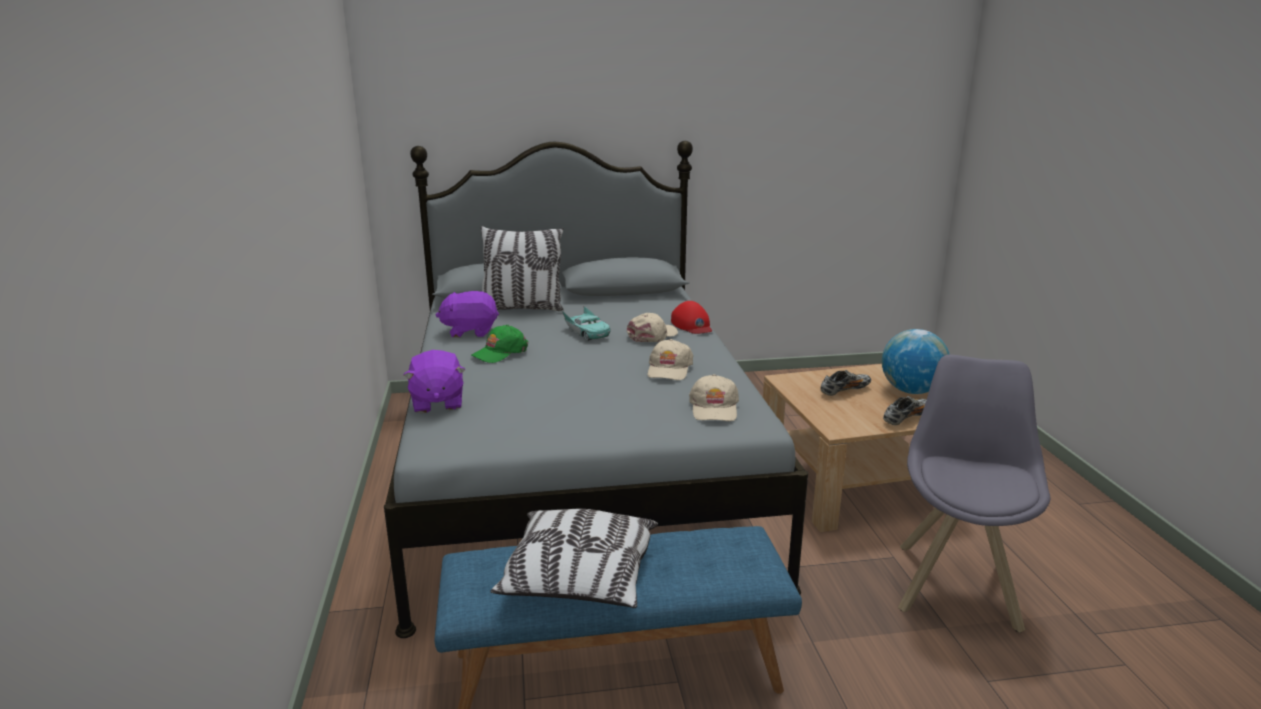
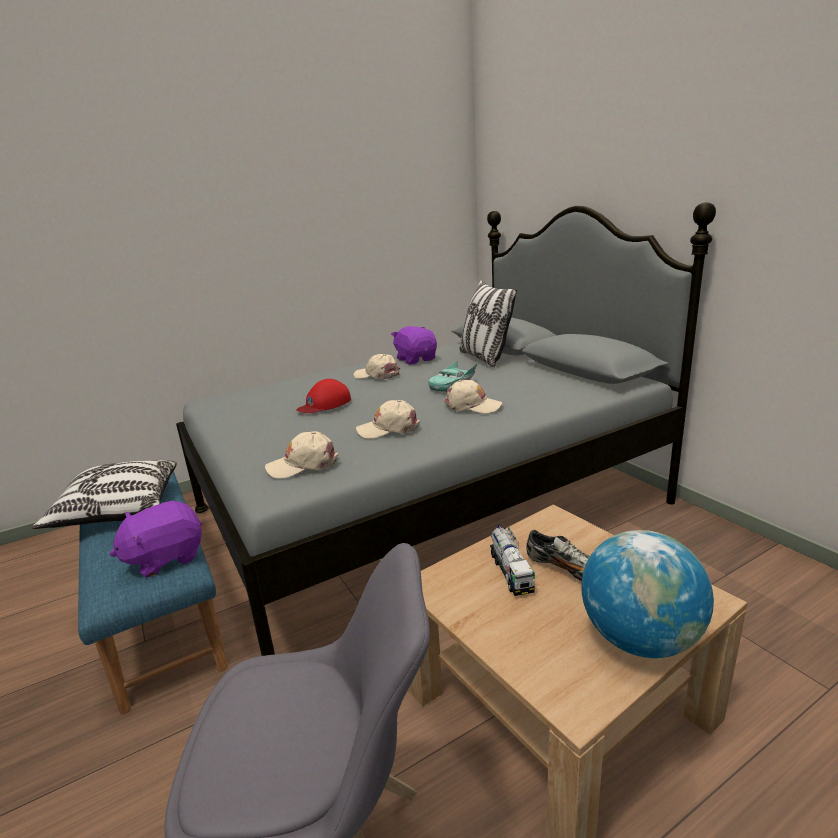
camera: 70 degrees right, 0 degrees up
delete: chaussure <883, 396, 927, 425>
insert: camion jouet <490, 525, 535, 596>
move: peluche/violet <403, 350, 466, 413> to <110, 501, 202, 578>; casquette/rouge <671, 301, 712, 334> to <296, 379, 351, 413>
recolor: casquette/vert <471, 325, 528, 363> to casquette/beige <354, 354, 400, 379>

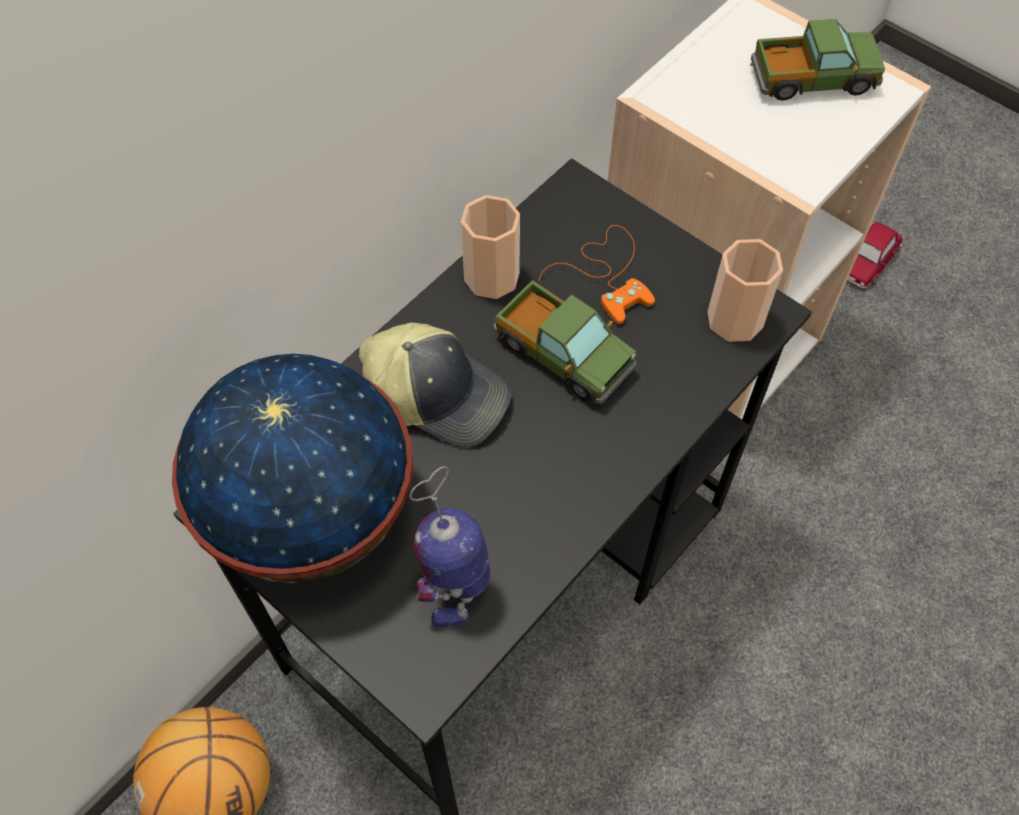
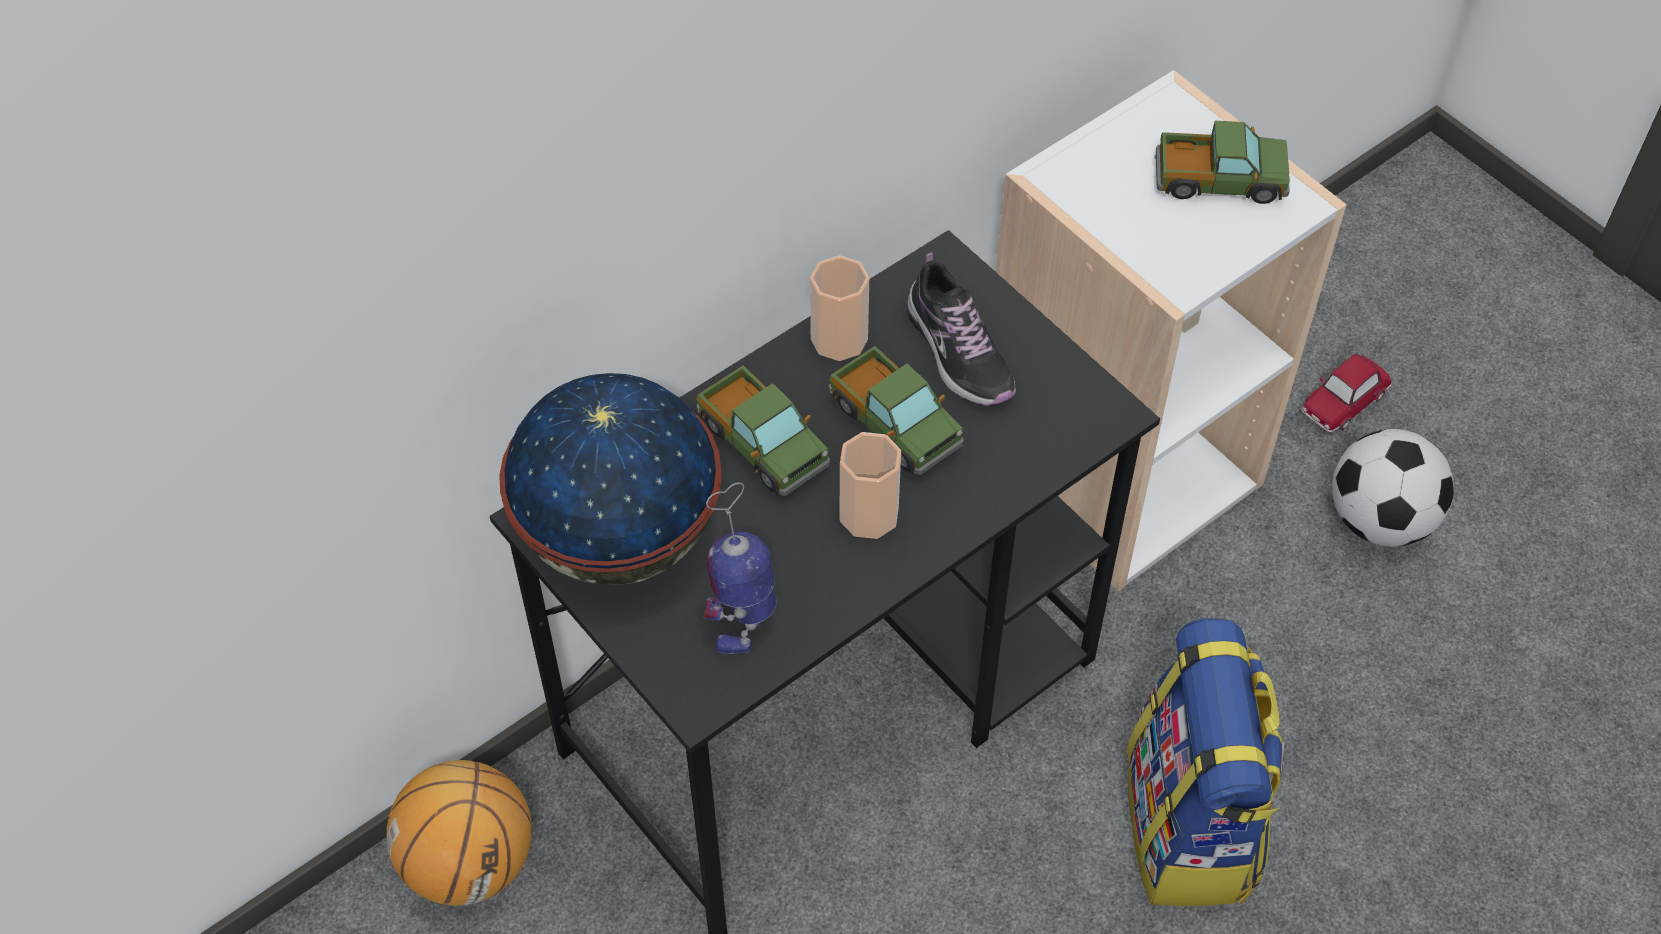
camera: 10 degrees right, 5 degrees down
insert: sac à dos <1127, 618, 1285, 906>; ballon de foot <1332, 429, 1454, 547>
move: tasse <708, 239, 783, 342> to <839, 432, 901, 539>
replace: casquette <359, 322, 511, 447> to camion jouet <696, 365, 830, 496>; manette/orange <539, 225, 655, 324> to chaussure <907, 253, 1016, 406>

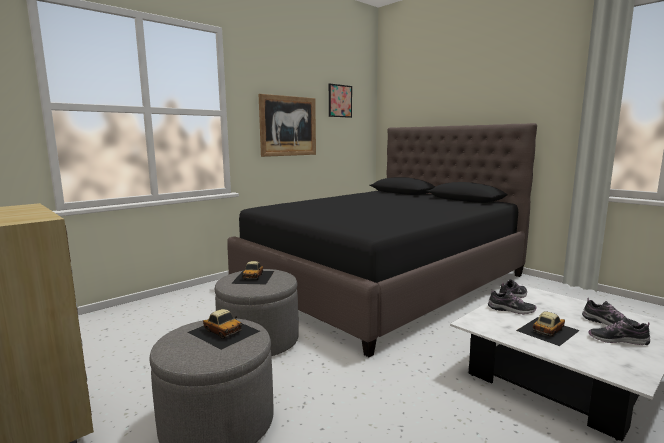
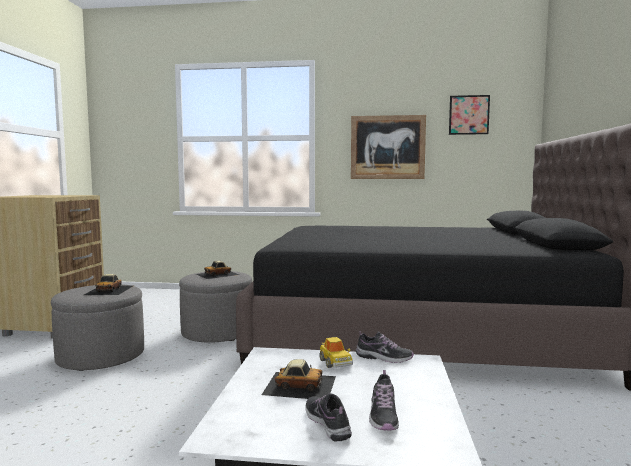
camera: 50 degrees right, 5 degrees down
replace: chaussure <488, 290, 536, 314> to petite voiture <319, 337, 353, 368>

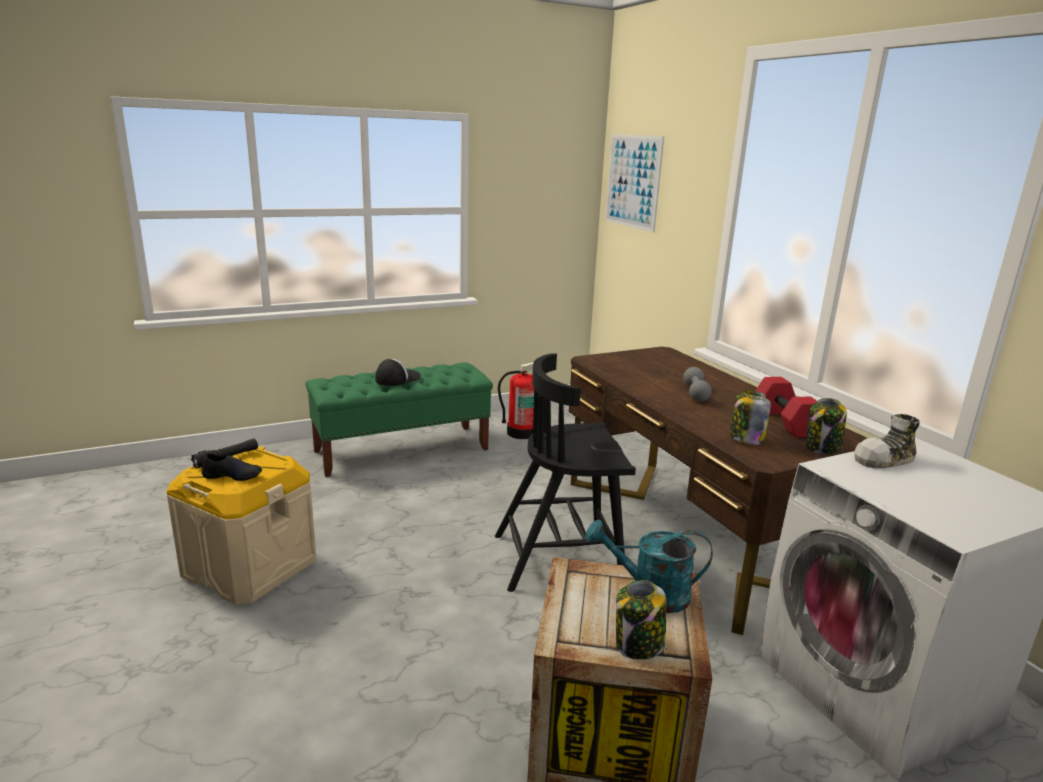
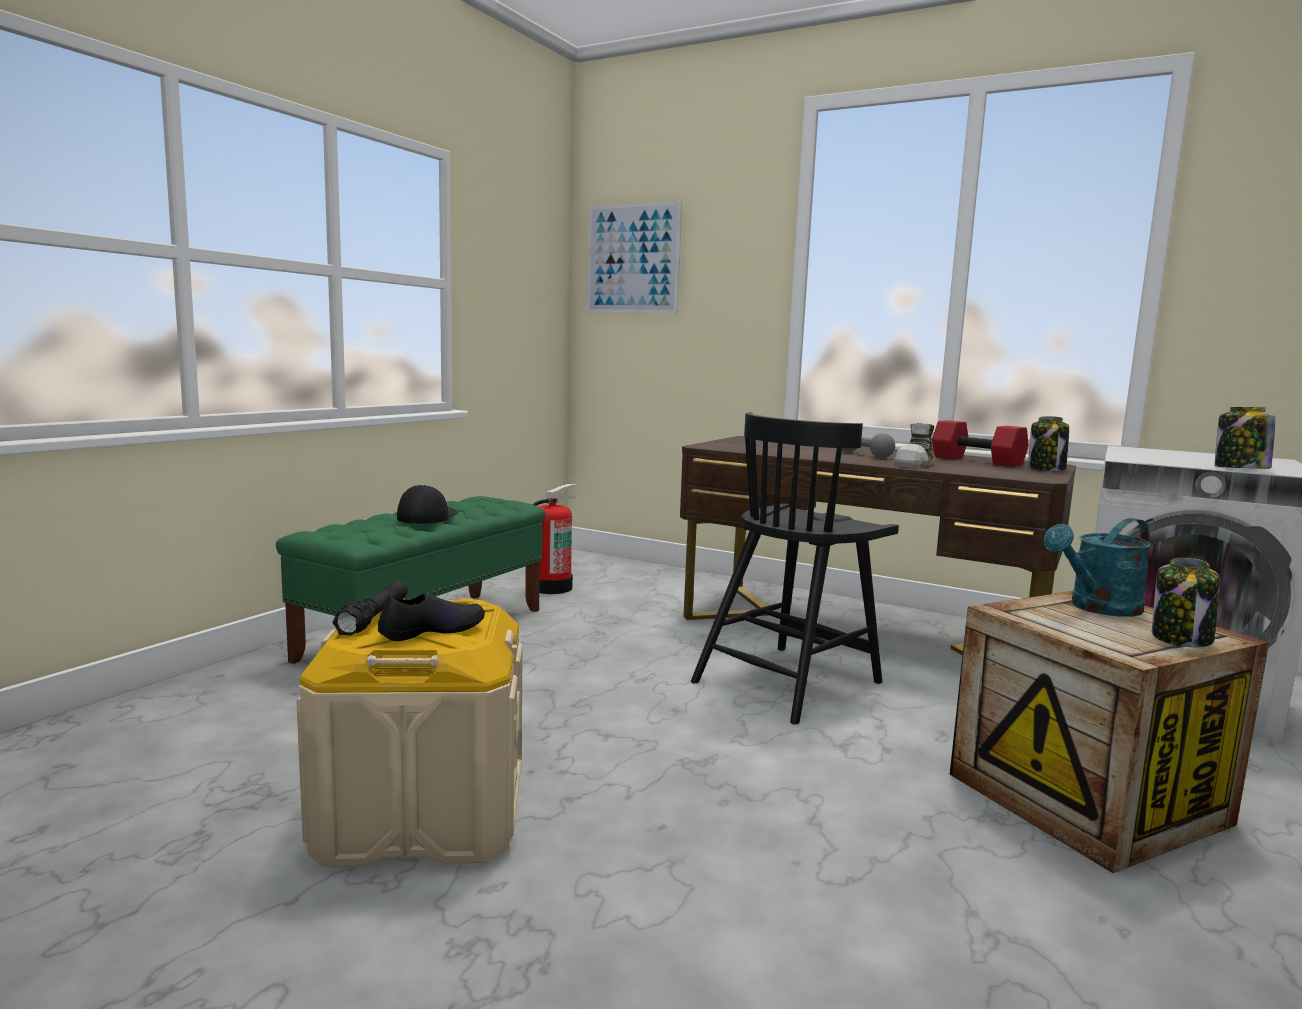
camera: 35 degrees left, 10 degrees down
move: chaussure <854, 414, 920, 468> to <895, 423, 935, 468>; bocal <729, 390, 771, 445> to <1215, 407, 1275, 469>

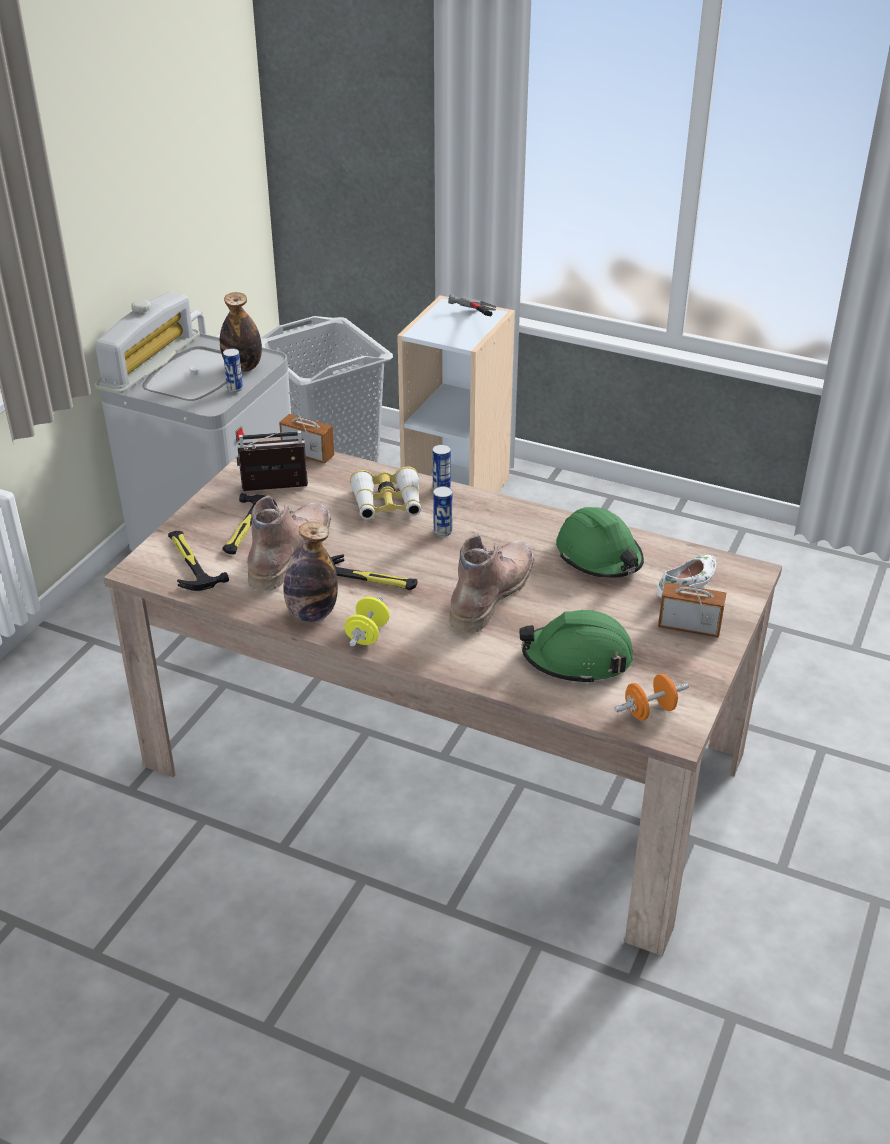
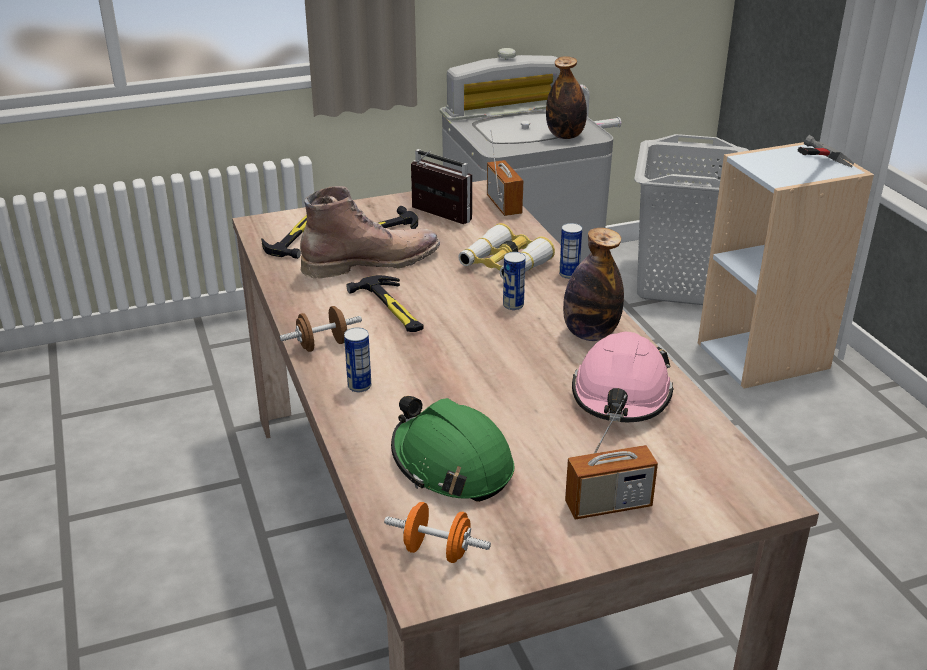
camera: 45 degrees right, 5 degrees down
delete: botte/marron <449, 534, 534, 633>; chaussure/blanc <657, 555, 716, 598>
move: boîte métallique <223, 348, 243, 392> to <344, 327, 371, 392>; bouteille <283, 522, 338, 622> to <563, 228, 624, 341>
recolor: haltère/jaune <344, 596, 390, 647> to haltère/marron <280, 306, 362, 352>; casque de chantier/vert <556, 507, 644, 578> to casque de chantier/rose <572, 331, 674, 422>
rotate: radio <658, 561, 726, 637> = <565, 394, 658, 520> 105 degrees clockwise

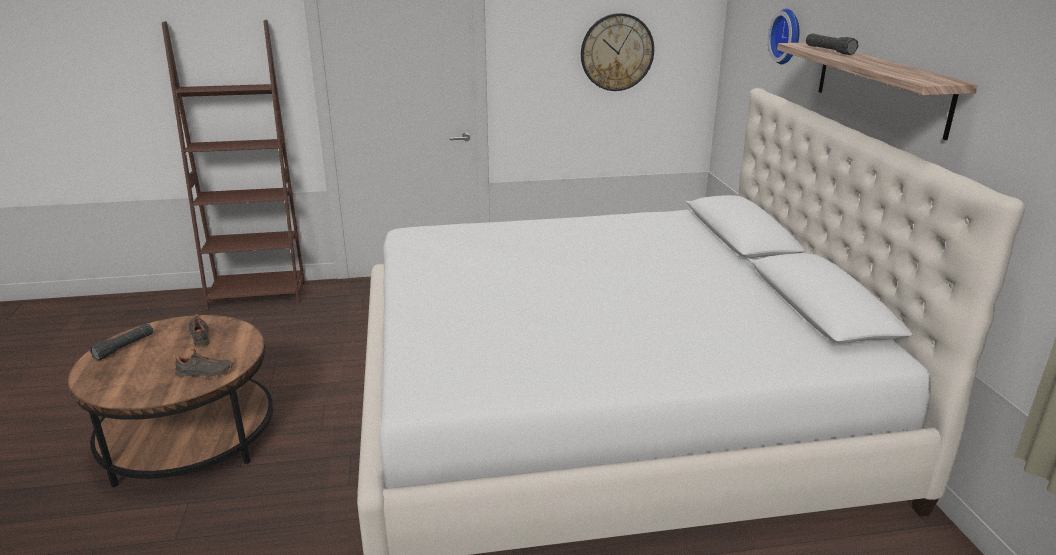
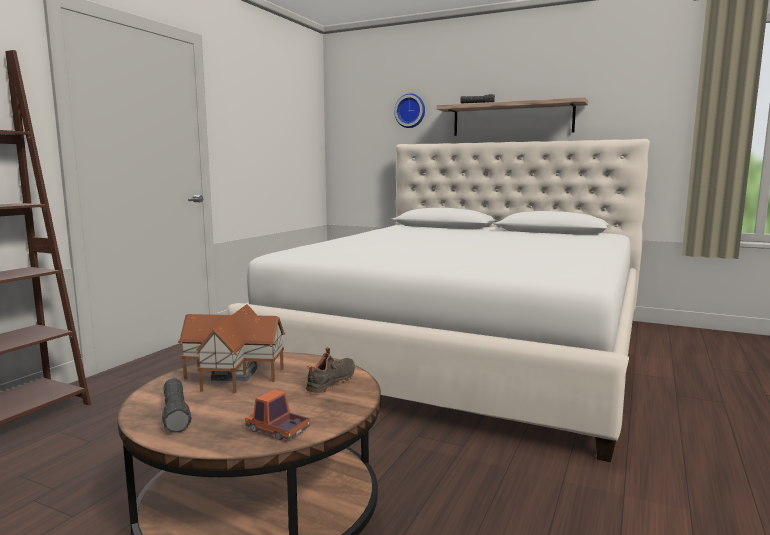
camera: 55 degrees left, 15 degrees down
delete: horloge murale <581, 13, 654, 91>
insert: camion jouet <245, 389, 310, 440>
replace: chaussure/noir <189, 314, 210, 347> to maison miniature <178, 304, 285, 393>

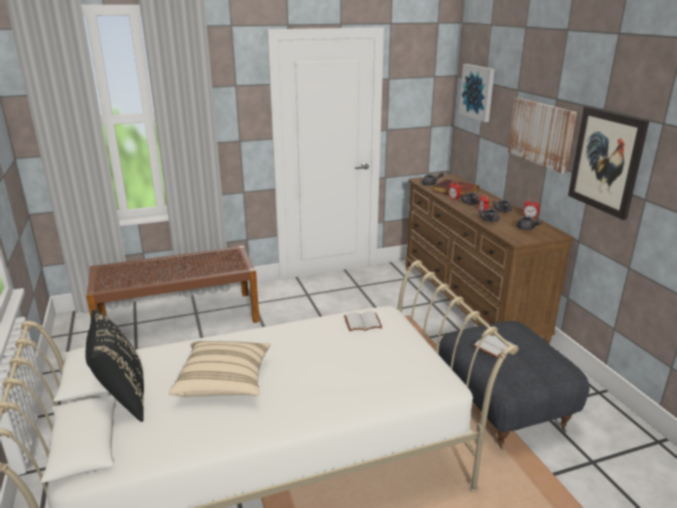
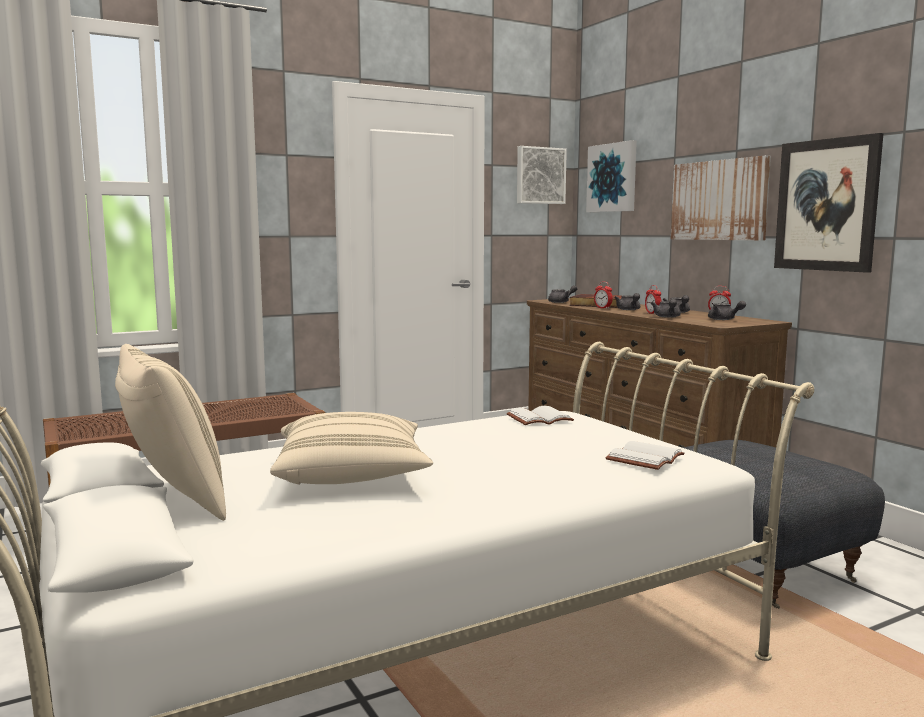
camera: 10 degrees left, 15 degrees down
insert: tableau <517, 146, 567, 204>
move: livre/blanc <473, 335, 514, 358> to <605, 441, 685, 470>
recolor: coussin/noir <85, 310, 144, 422> to coussin/beige <115, 344, 226, 521>

